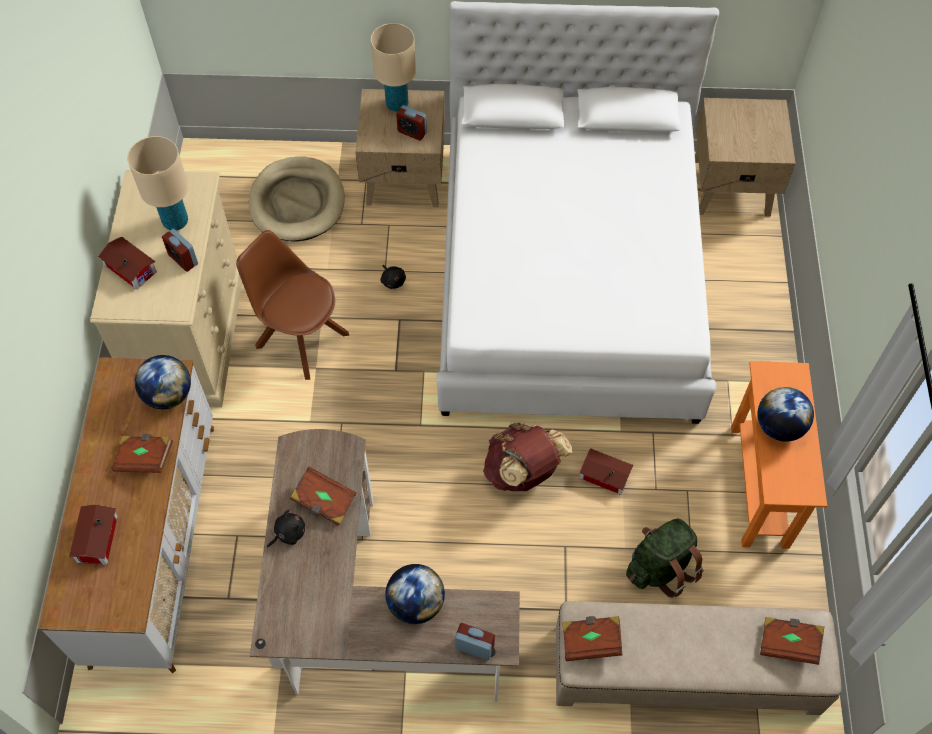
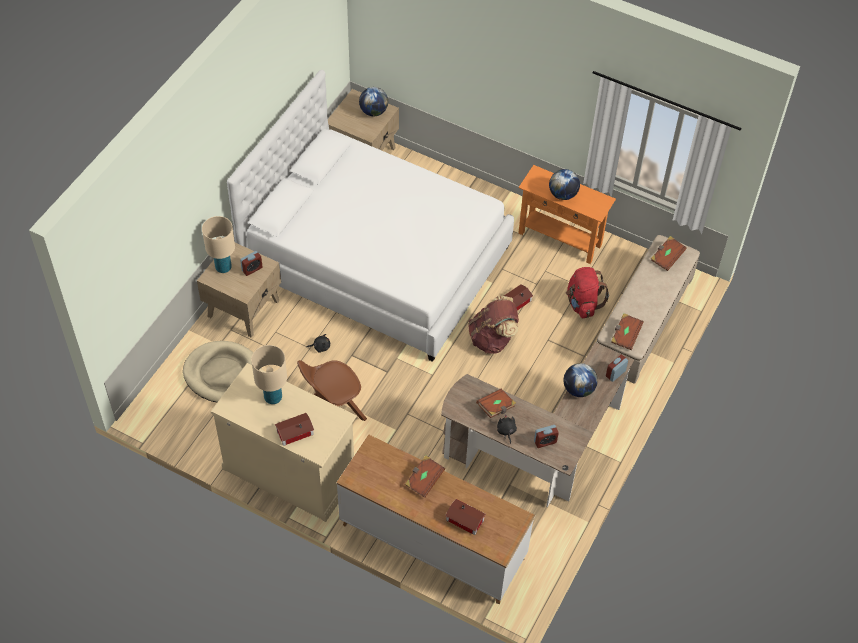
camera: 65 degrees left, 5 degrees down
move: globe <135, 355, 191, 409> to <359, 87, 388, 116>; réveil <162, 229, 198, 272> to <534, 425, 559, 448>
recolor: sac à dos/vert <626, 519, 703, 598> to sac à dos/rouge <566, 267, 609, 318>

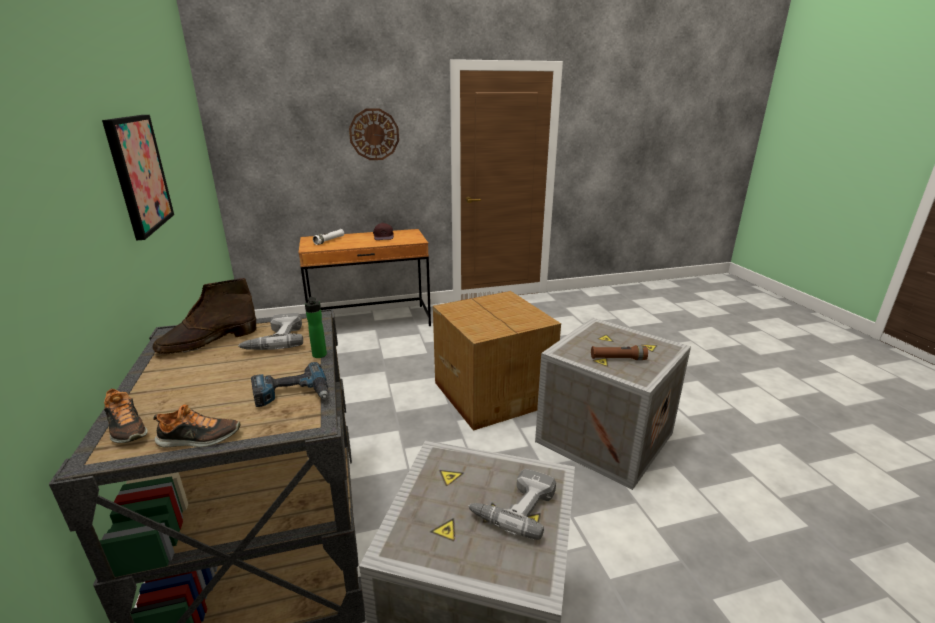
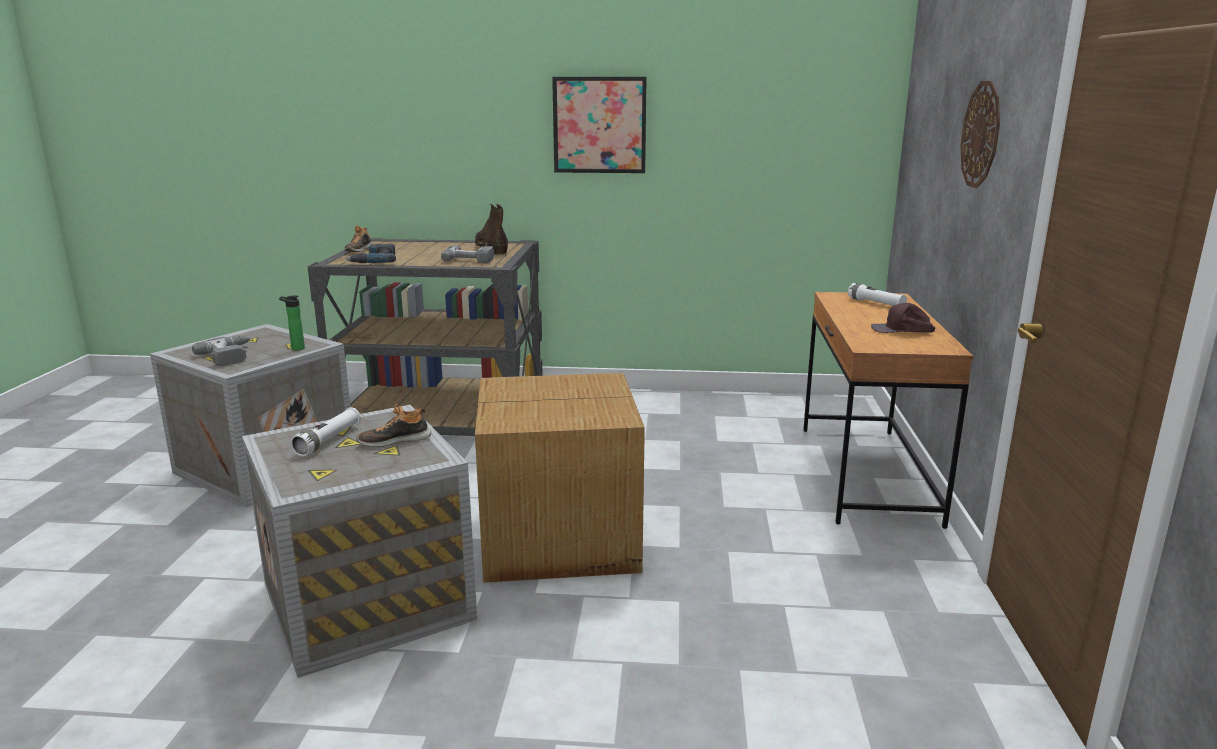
camera: 110 degrees right, 5 degrees down
move: bouteille <305, 297, 327, 358> to <279, 295, 305, 351>; chaussure <104, 388, 148, 443> to <356, 404, 431, 447>
recolor: lampe de poche/marron <591, 345, 648, 360> to lampe de poche/blanc <291, 407, 361, 456>

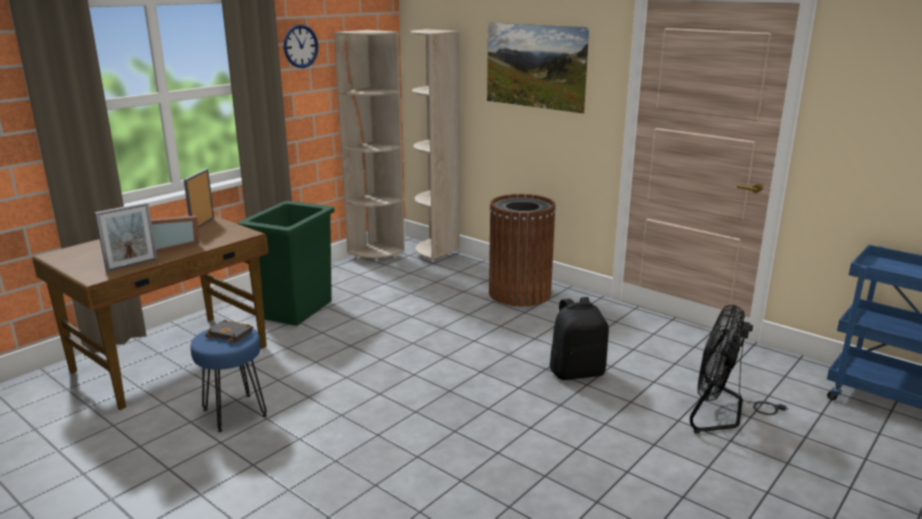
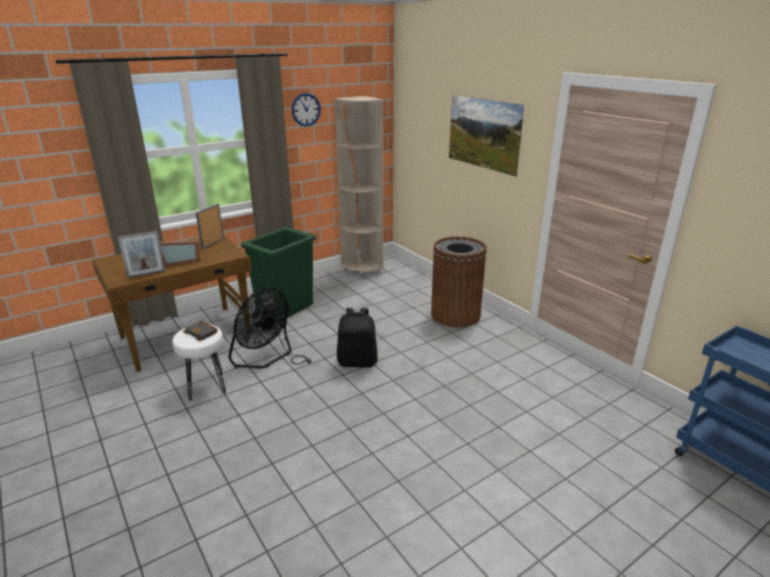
camera: 15 degrees right, 5 degrees up
delete: bibliothèque/beige <410, 29, 460, 262>
move: ventilateur/noir <690, 304, 788, 434> to <228, 288, 311, 368>; sac à dos/noir <550, 297, 609, 380> to <337, 308, 378, 367>
recolor: tabouret/bleu <190, 329, 267, 432> to tabouret/blanc <172, 325, 226, 400>

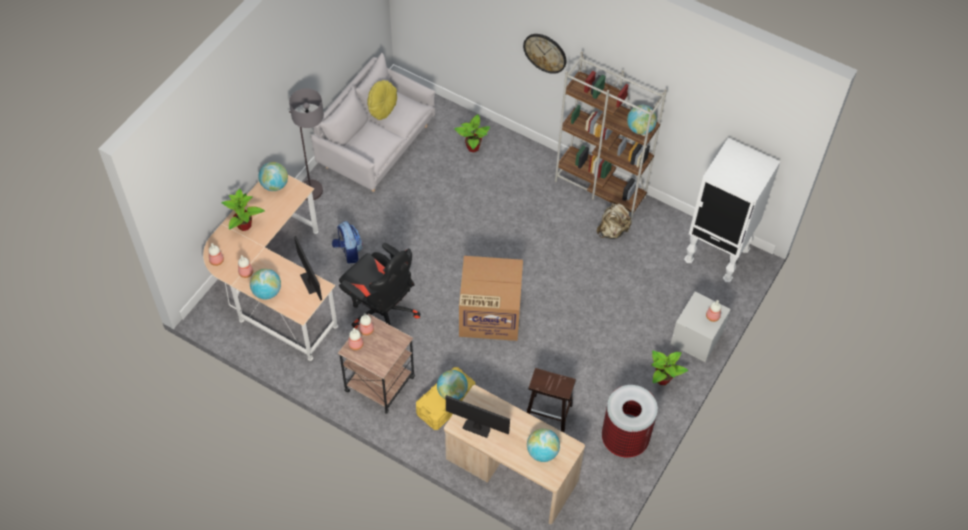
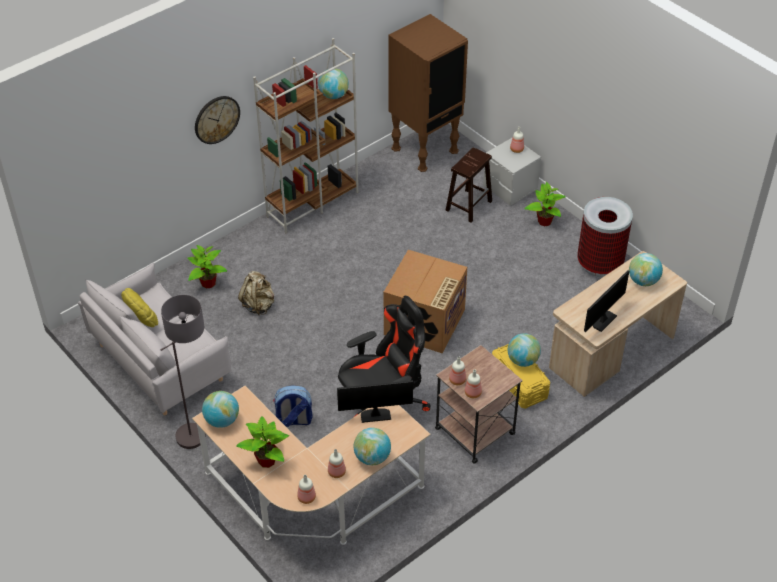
camera: 70 degrees left, 10 degrees down
move: sac à dos/beige <596, 203, 632, 239> to <238, 271, 274, 315>; tabouret/marron <527, 368, 576, 432> to <446, 147, 492, 222>
recolor: meuble de rangement/blanc <684, 138, 781, 282> to meuble de rangement/marron <388, 14, 468, 172>

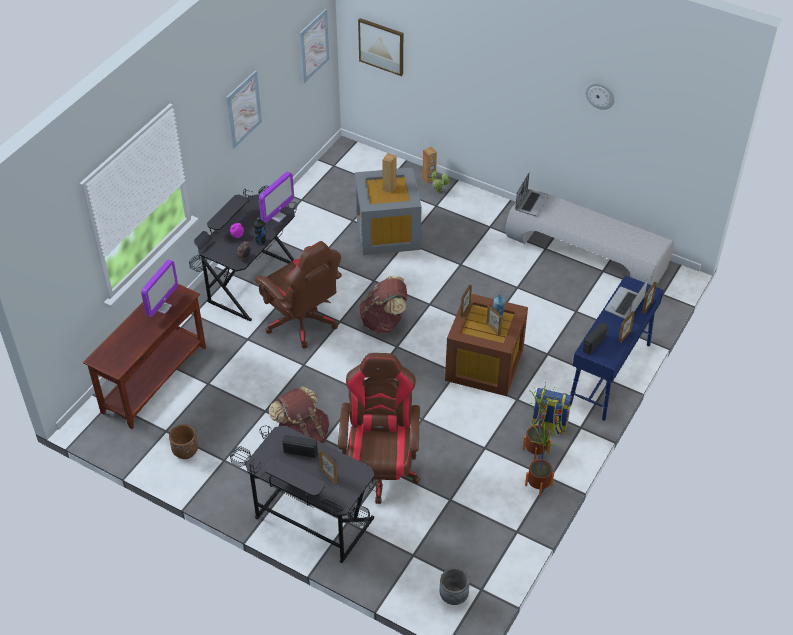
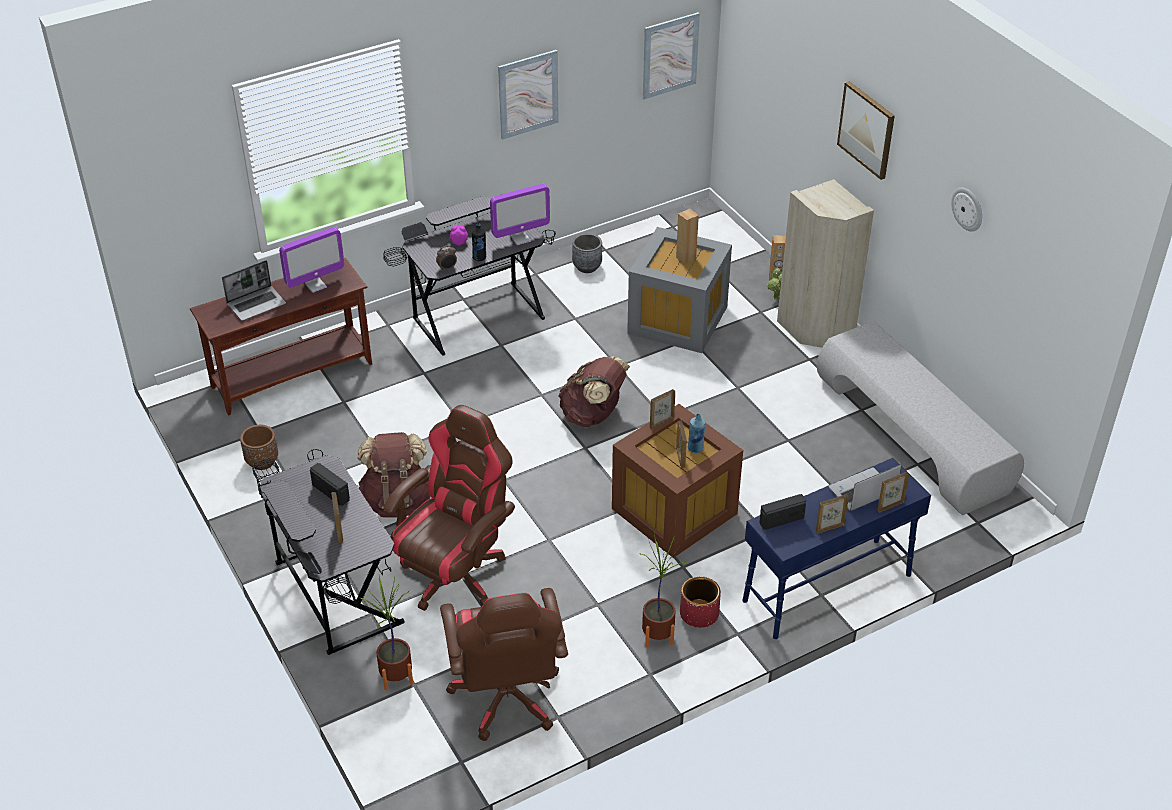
camera: 30 degrees right, 5 degrees down
insert: meuble de rangement/beige <777, 179, 874, 348>
move: ordinateur portable <515, 172, 549, 216> to <222, 260, 286, 321>; plante en pot <525, 420, 560, 497> to <361, 576, 413, 691>; chaise de bureau/marron <255, 241, 342, 348> to <440, 588, 568, 741>; cache-pot/gris <440, 567, 470, 605> to <572, 233, 602, 273>; tableau <358, 18, 403, 76> to <837, 81, 895, 180>
replace: sac à dos <531, 388, 572, 435> to cache-pot/rouge <680, 576, 721, 628>

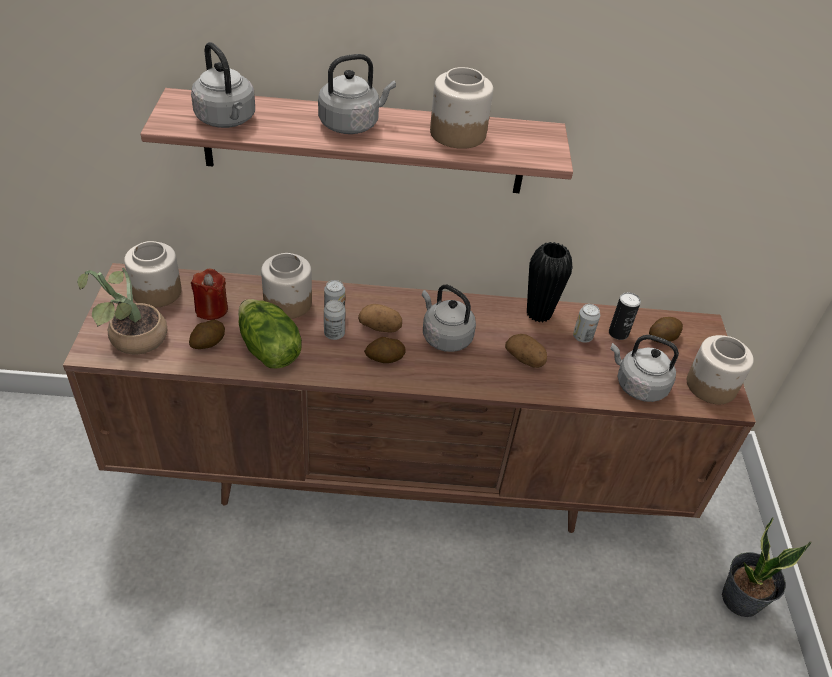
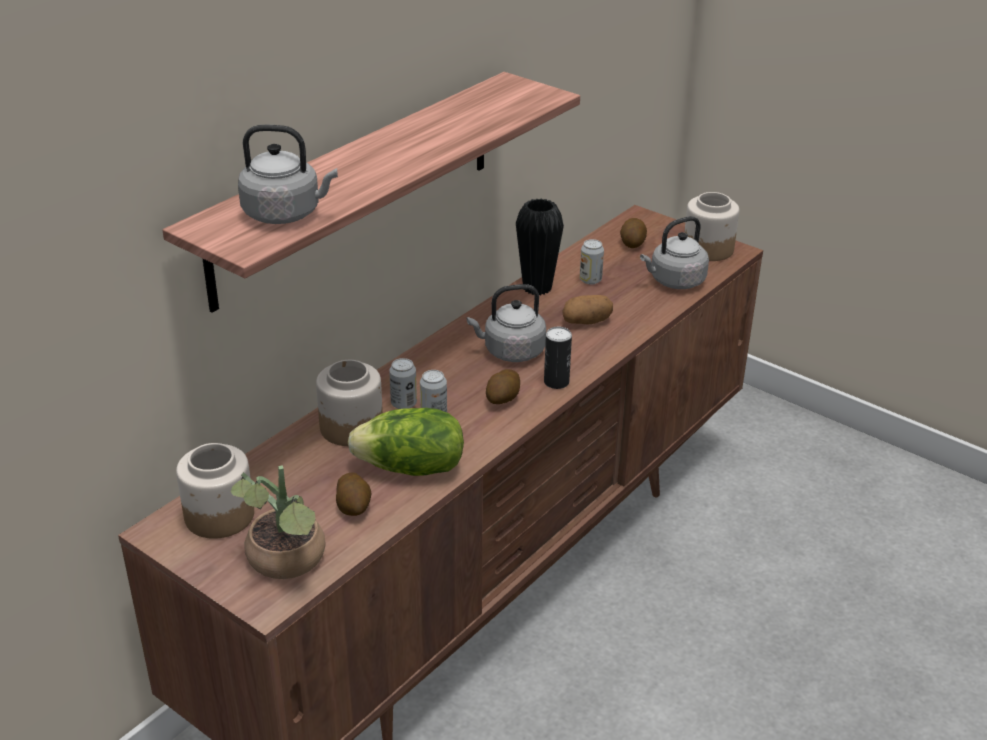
camera: 50 degrees left, 10 degrees down
delete: bougie/rouge <191, 269, 228, 320>; bouilloire/gris <318, 54, 396, 134>; pomme de terre <358, 304, 402, 333>; bocal <430, 67, 493, 149>; plante en pot <722, 517, 812, 617>
move: boîte métallique <609, 292, 641, 340> to <544, 327, 572, 389>

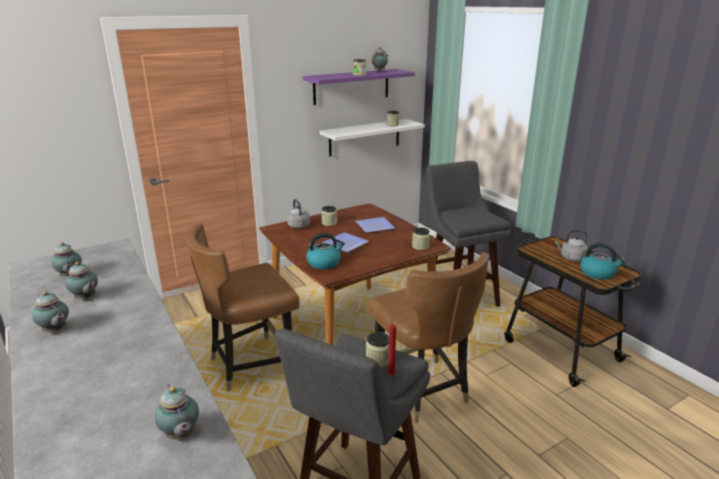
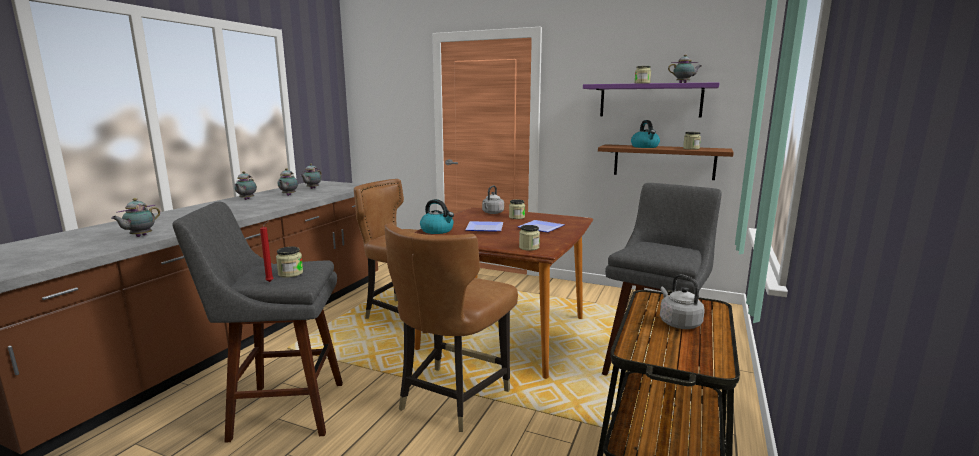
camera: 55 degrees right, 10 degrees down
move: bouilloire <580, 243, 625, 280> to <631, 120, 660, 148>
recolor: étagère/blanc <320, 119, 425, 156> to étagère/marron <598, 144, 734, 180>

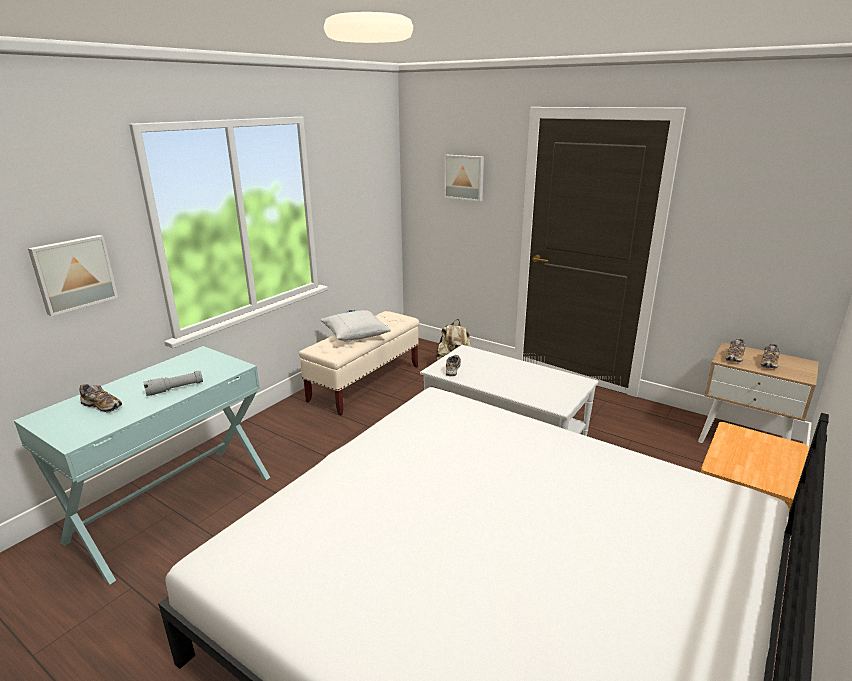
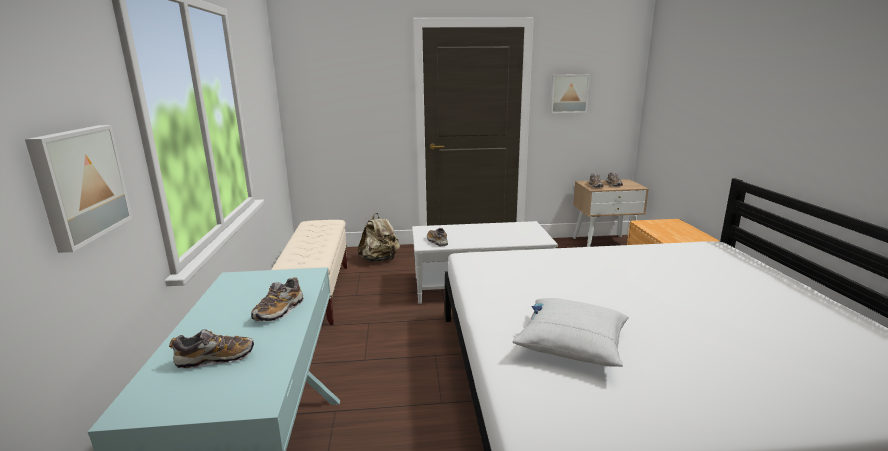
camera: 40 degrees left, 5 degrees down
move: coussin/gris <321, 310, 391, 341> to <513, 298, 629, 367>; tableau <444, 155, 484, 201> to <550, 74, 590, 113>
replace: lampe de poche/gris <143, 371, 203, 396> to chaussure <251, 277, 304, 322>

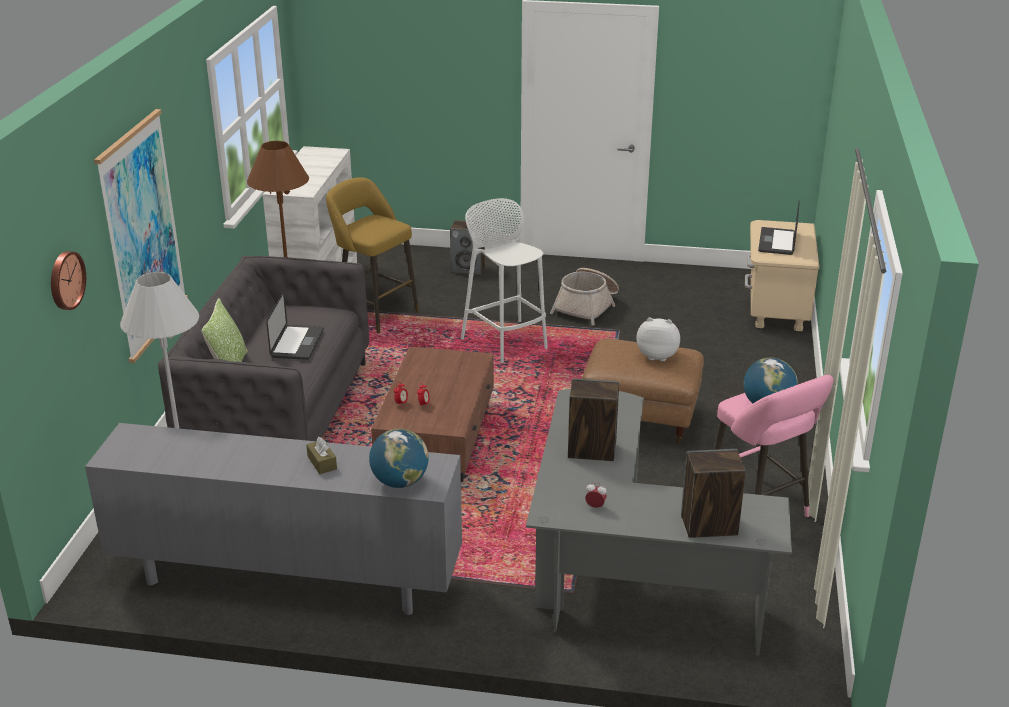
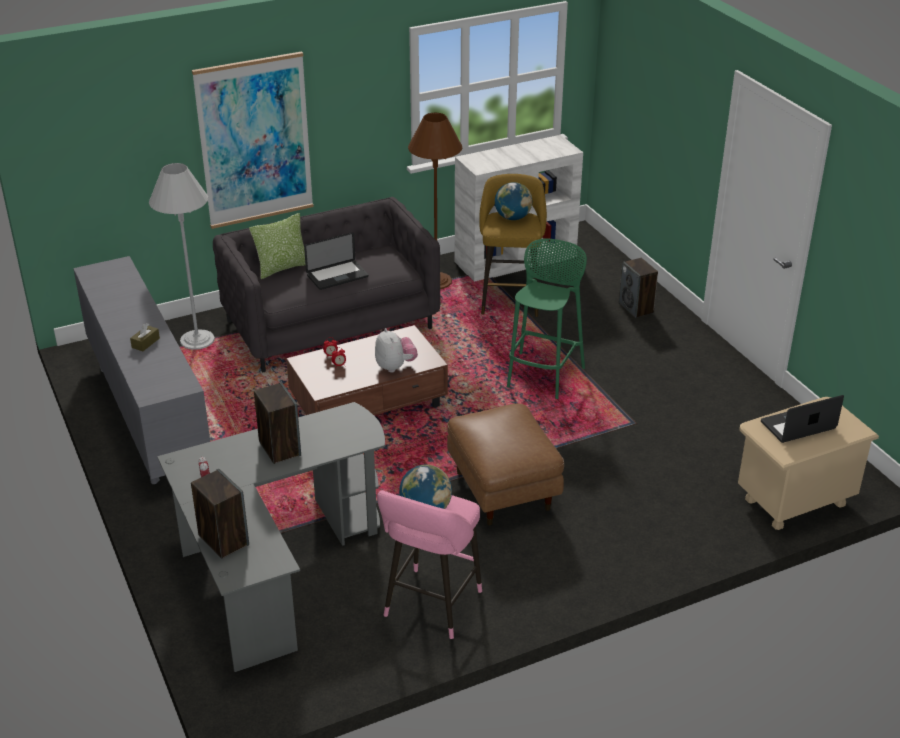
camera: 55 degrees right, 5 degrees up
delete: horloge murale <51, 251, 86, 310>; panier <550, 268, 619, 325>
move: peluche <637, 317, 680, 361> to <375, 328, 418, 373>; globe <369, 429, 428, 488> to <495, 182, 532, 220>
recolor: tabouret/blanc <461, 198, 548, 363> to tabouret/vert <507, 239, 587, 399>

